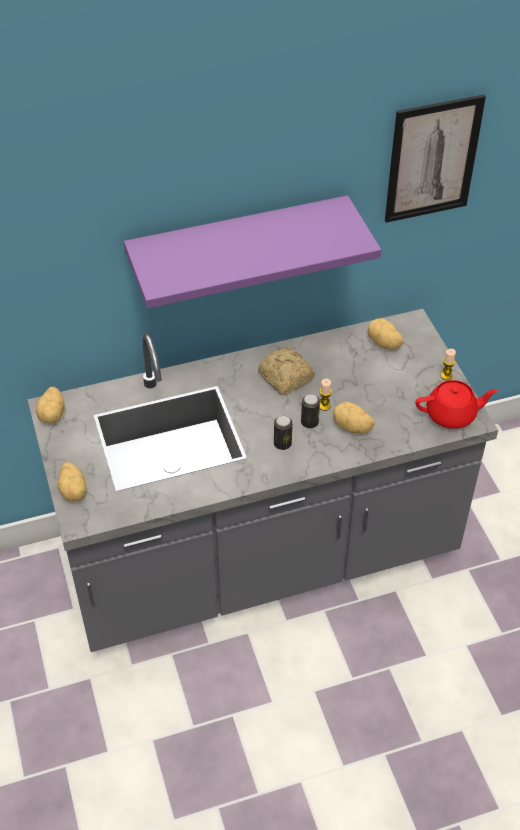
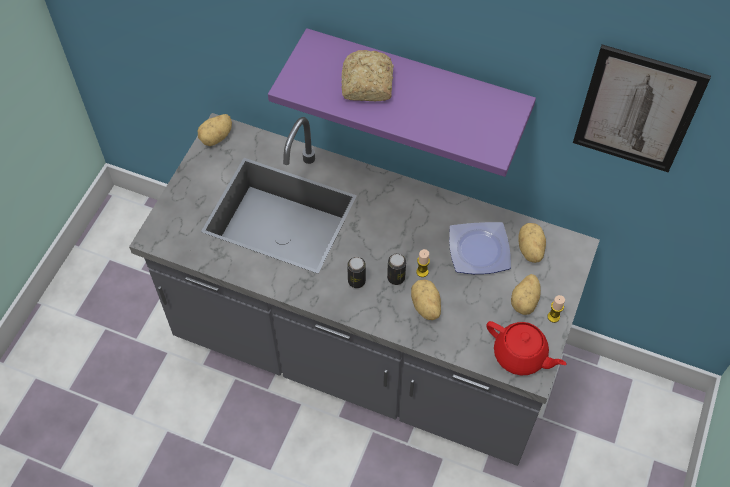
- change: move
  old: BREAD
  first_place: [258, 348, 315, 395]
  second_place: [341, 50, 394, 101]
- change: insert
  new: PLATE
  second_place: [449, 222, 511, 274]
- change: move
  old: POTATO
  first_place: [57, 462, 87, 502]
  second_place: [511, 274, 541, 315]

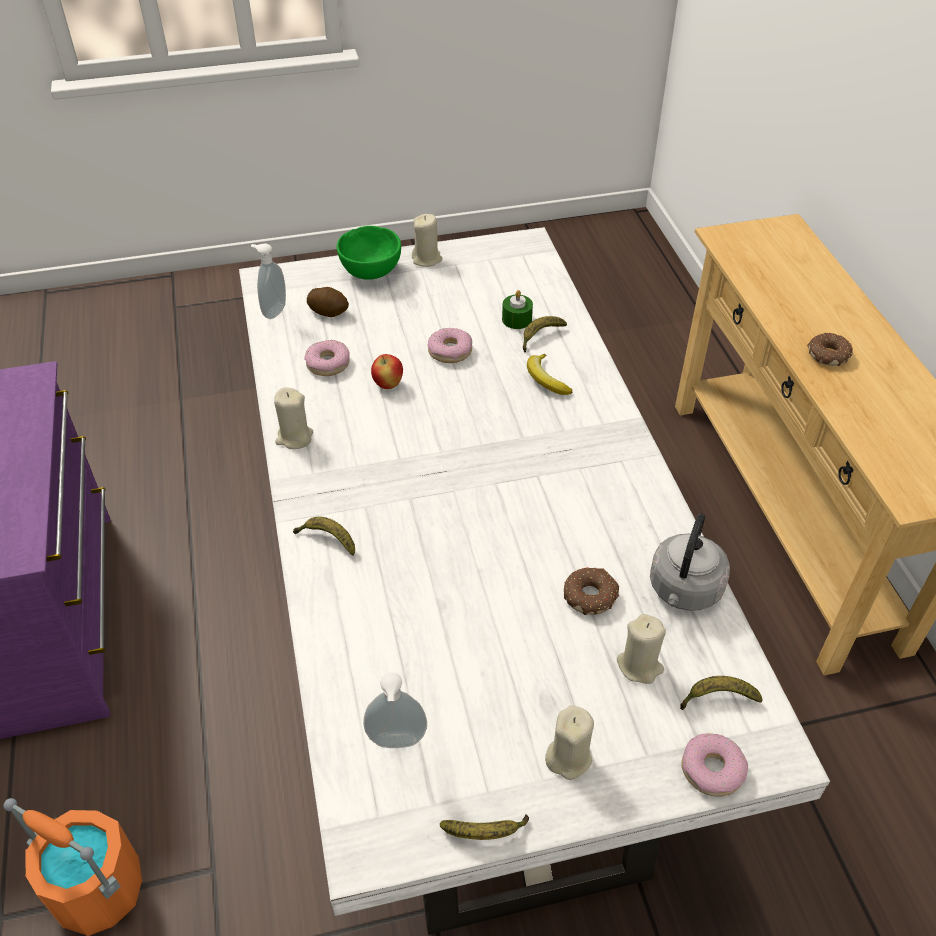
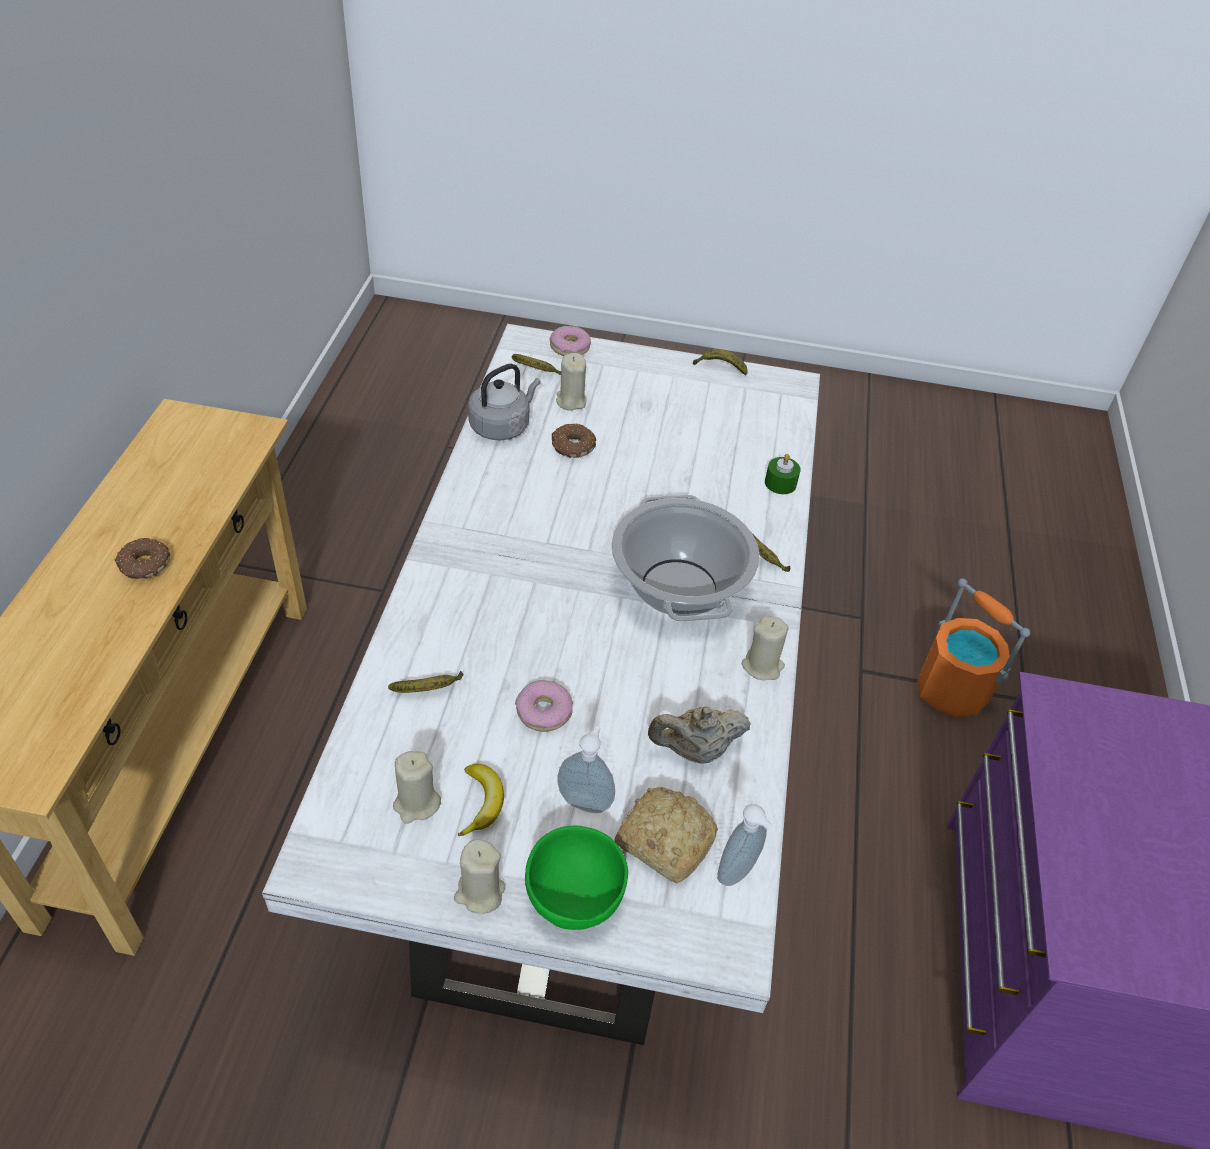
- change: move
  old: BEIGE CANDLE
  first_place: [545, 705, 594, 780]
  second_place: [393, 751, 441, 824]
- change: move
  old: BANANA
  first_place: [527, 354, 572, 395]
  second_place: [458, 764, 504, 836]
- change: move
  old: SOAP DISPENSER
  first_place: [363, 672, 427, 748]
  second_place: [557, 726, 615, 813]
- change: insert
  new: COOKING POT
  second_place: [611, 494, 760, 622]
- change: replace
  old: POTATO
  new: BREAD
  first_place: [307, 287, 349, 317]
  second_place: [615, 787, 718, 883]
- change: replace
  old: DONUT
  new: BEIGE TEAPOT
  first_place: [305, 340, 350, 376]
  second_place: [648, 706, 751, 764]
- change: move
  old: GREEN CANDLE
  first_place: [502, 290, 533, 329]
  second_place: [765, 454, 801, 494]
- change: delete
  old: APPLE
  first_place: [371, 354, 403, 389]

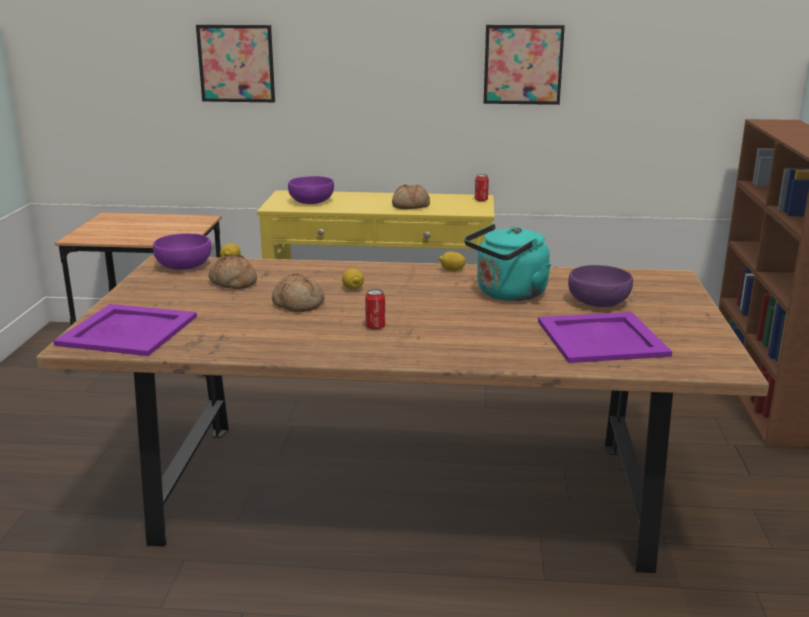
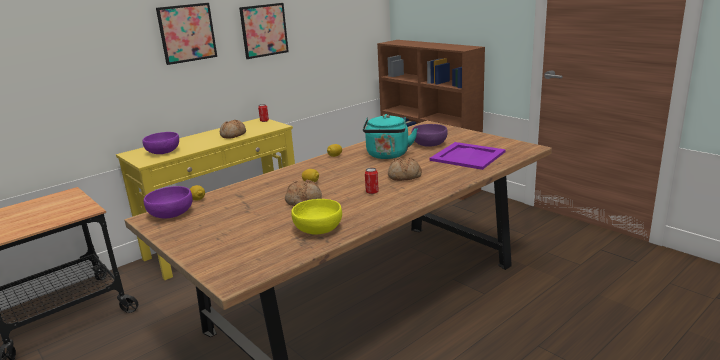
- change: move
  old: PICTURE
  first_place: [196, 25, 275, 102]
  second_place: [156, 3, 217, 65]
- change: insert
  new: YELLOW BOWL
  second_place: [291, 199, 342, 235]
- change: move
  old: BREAD
  first_place: [209, 255, 257, 289]
  second_place: [388, 157, 422, 181]
- change: delete
  old: PURPLE TRAY
  first_place: [54, 304, 197, 356]

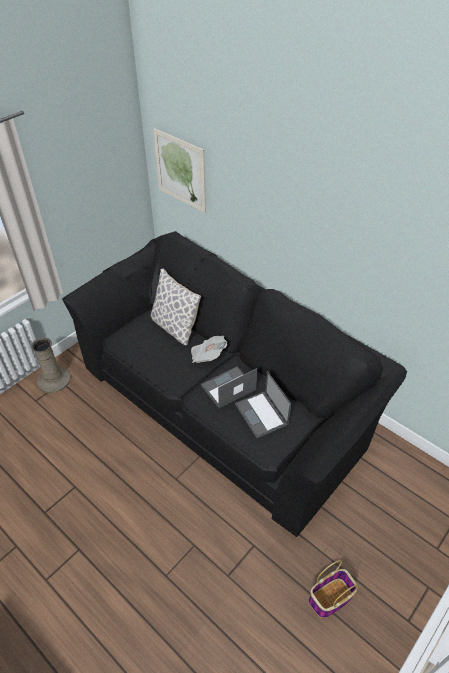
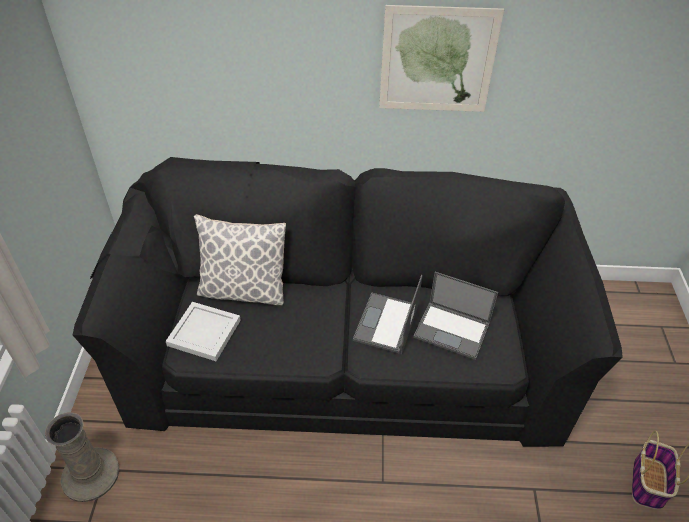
- change: insert
  new: WHITE TRAY
  second_place: [166, 302, 241, 361]
- change: move
  old: PICTURE
  first_place: [153, 128, 206, 213]
  second_place: [379, 5, 504, 112]
- change: delete
  old: NEWSPAPER
  first_place: [191, 336, 227, 363]

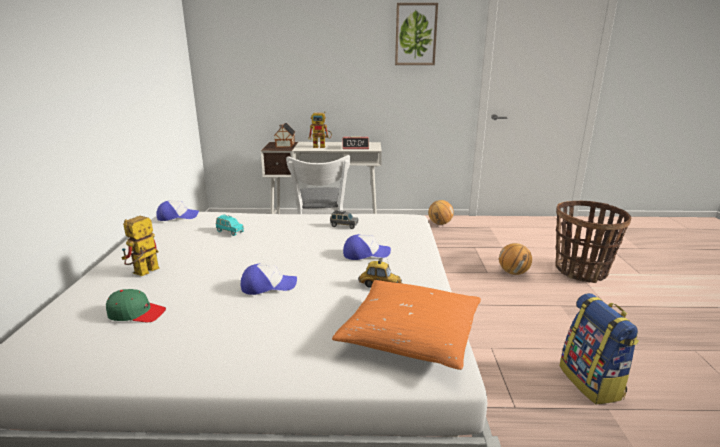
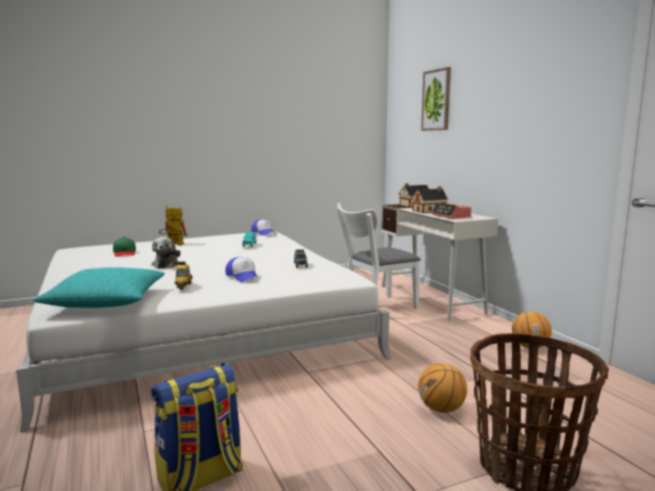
- change: recolor
  old: ORANGE PILLOW
  new: TURQUOISE PILLOW
  first_place: [332, 280, 481, 370]
  second_place: [33, 267, 165, 308]
- change: replace
  old: CAP
  new: PLUSH TOY
  first_place: [240, 263, 297, 295]
  second_place: [152, 237, 180, 268]
- change: replace
  old: TOY ROBOT
  new: TOY HOUSE
  first_place: [308, 111, 332, 148]
  second_place: [411, 187, 448, 213]
- change: move
  old: PICTURE
  first_place: [395, 3, 438, 65]
  second_place: [421, 67, 451, 131]

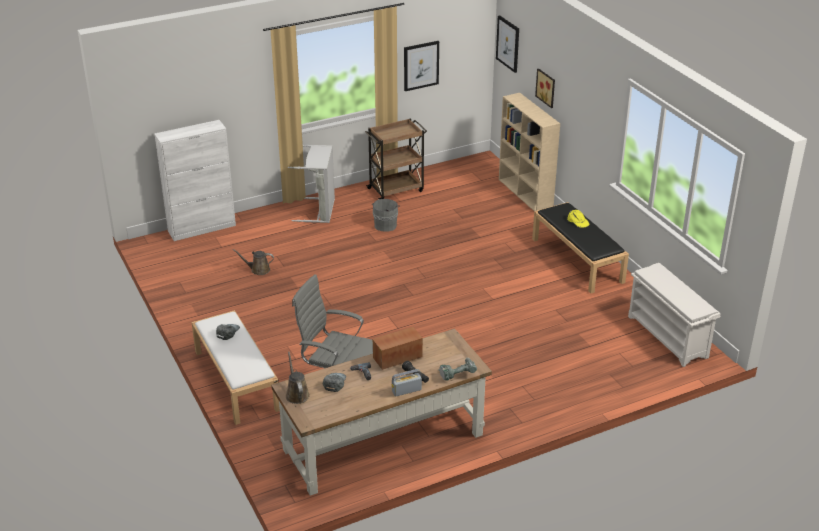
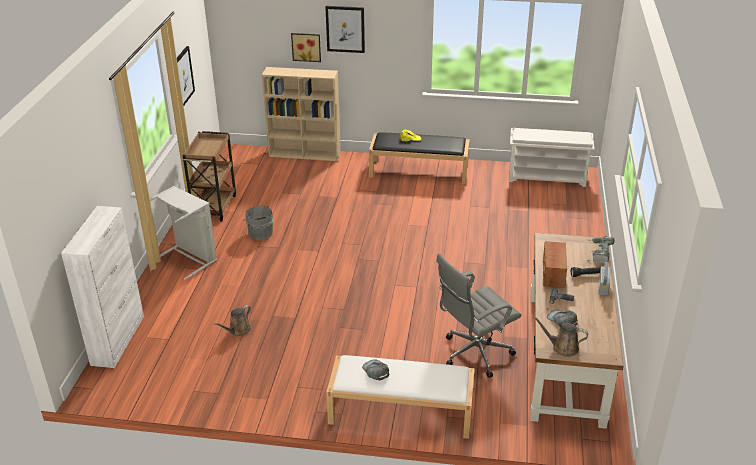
- change: move
  old: PICTURE
  first_place: [496, 15, 519, 73]
  second_place: [325, 6, 365, 53]

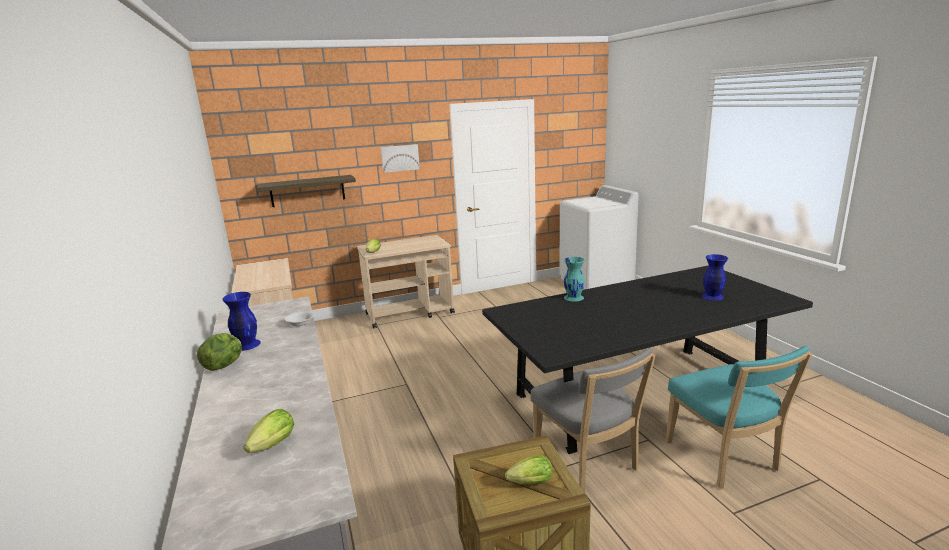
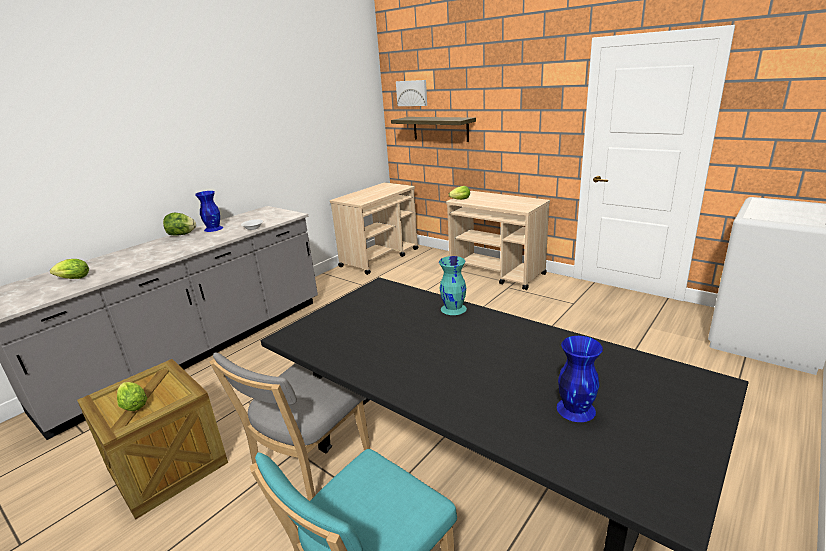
- change: move
  old: PICTURE
  first_place: [381, 144, 420, 173]
  second_place: [396, 80, 427, 106]

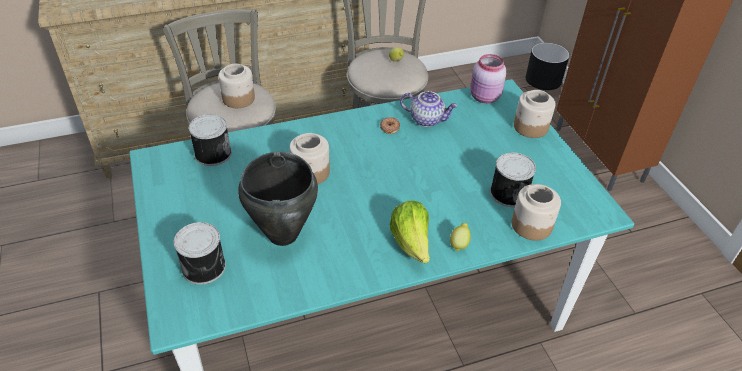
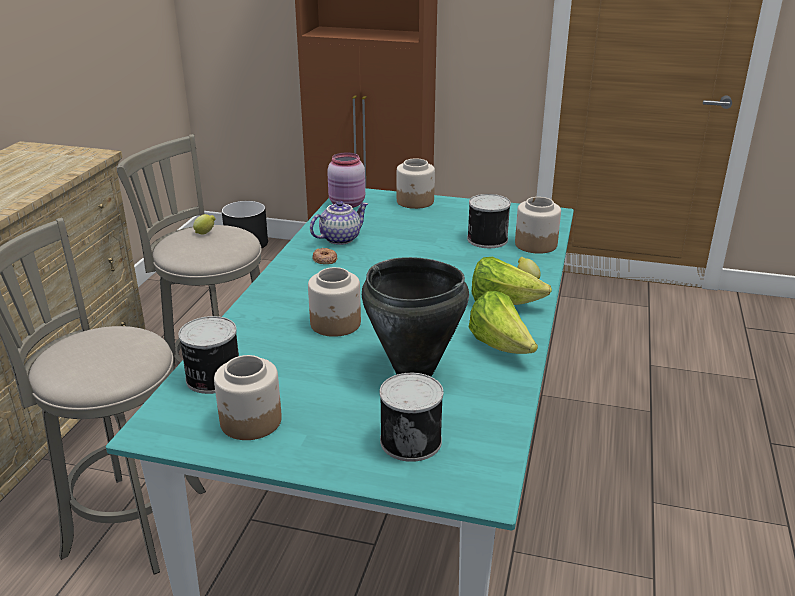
- change: move
  old: JAR
  first_place: [218, 64, 255, 108]
  second_place: [214, 355, 282, 440]
- change: insert
  new: LETTUCE
  second_place: [469, 291, 538, 354]

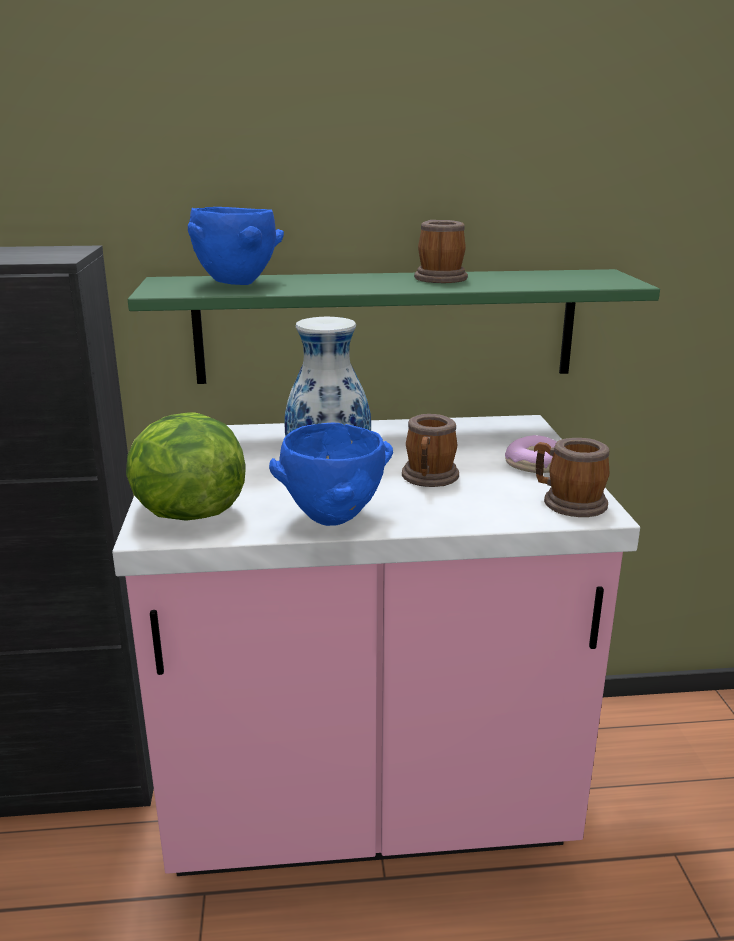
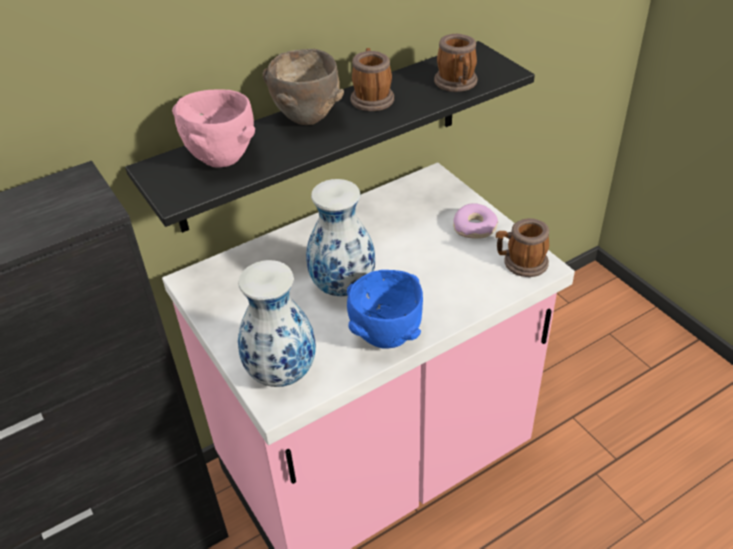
- change: recolor
  old: GREEN SHELF
  new: BLACK SHELF
  first_place: [128, 269, 660, 384]
  second_place: [125, 41, 535, 233]
- change: recolor
  old: BLUE BOWL
  new: PINK BOWL
  first_place: [188, 207, 284, 285]
  second_place: [172, 90, 255, 167]
- change: replace
  old: LETTUCE
  new: VASE
  first_place: [126, 412, 246, 521]
  second_place: [238, 260, 316, 387]
- change: insert
  new: BROWN BOWL
  second_place: [263, 49, 344, 125]
- change: move
  old: MUG
  first_place: [402, 414, 459, 487]
  second_place: [434, 34, 478, 92]

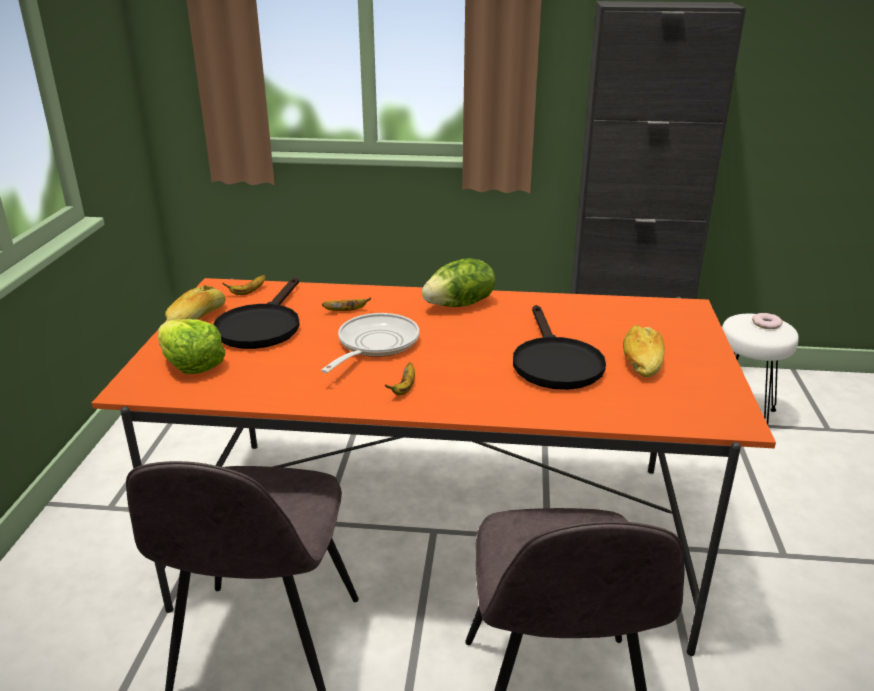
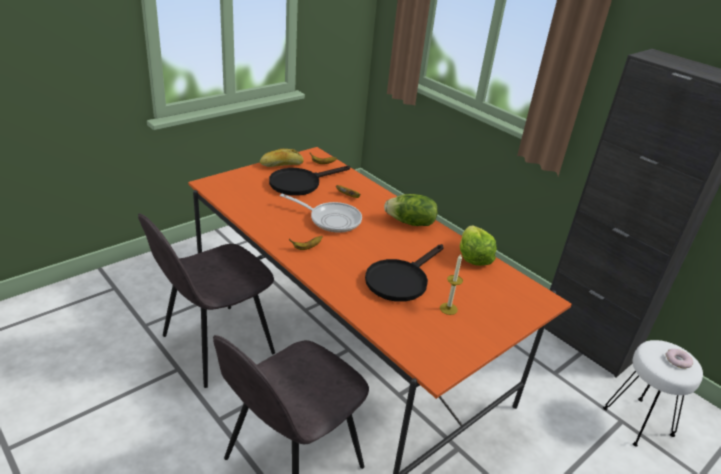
- change: rotate
  old: FRYING PAN
  first_place: [321, 313, 419, 373]
  second_place: [280, 194, 362, 233]
  degrees: 45
- change: replace
  old: BREAD
  new: CANDLE
  first_place: [623, 325, 664, 378]
  second_place: [440, 254, 463, 315]
- change: move
  old: LETTUCE
  first_place: [158, 319, 225, 374]
  second_place: [460, 225, 497, 266]

